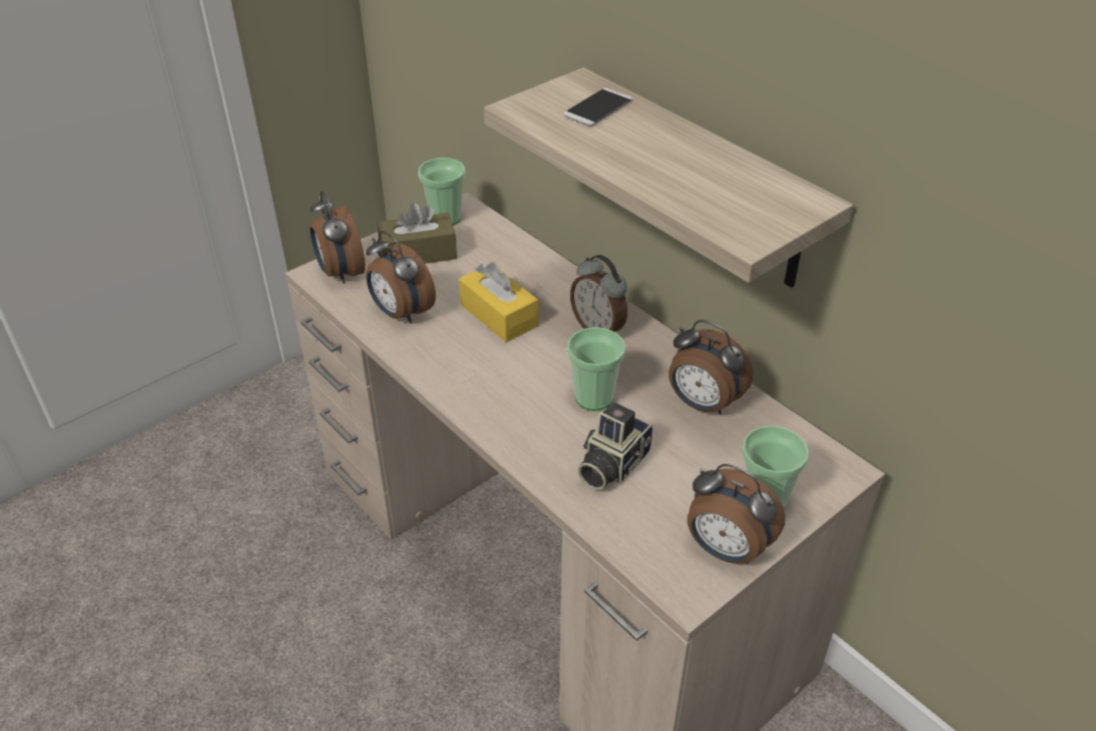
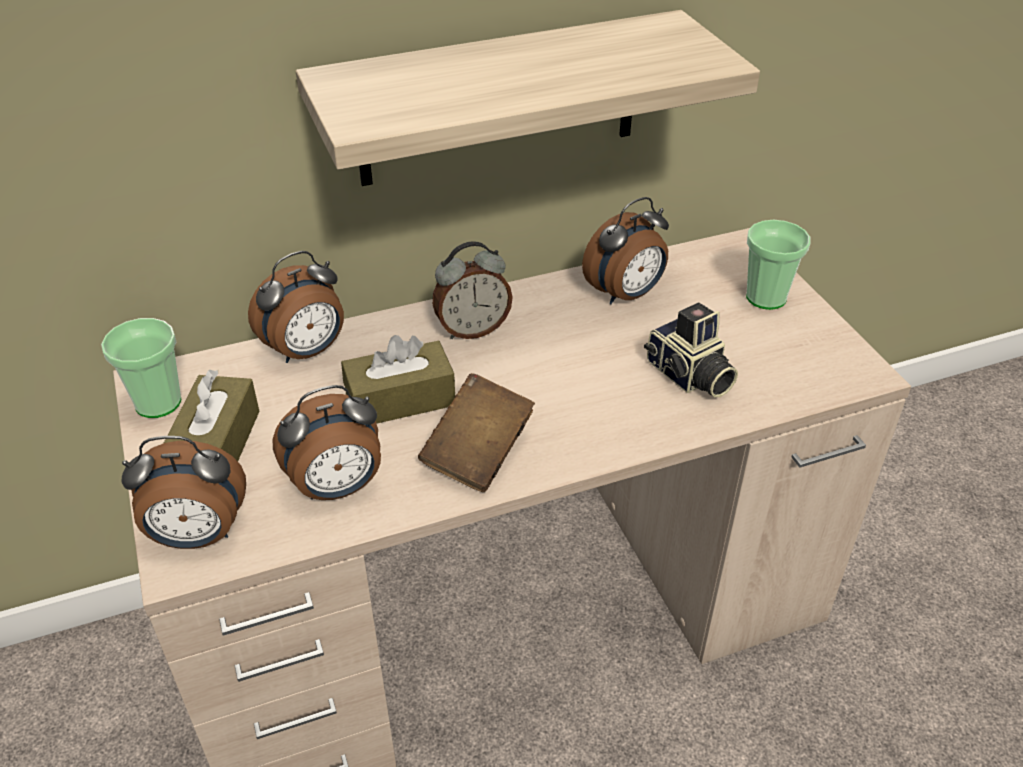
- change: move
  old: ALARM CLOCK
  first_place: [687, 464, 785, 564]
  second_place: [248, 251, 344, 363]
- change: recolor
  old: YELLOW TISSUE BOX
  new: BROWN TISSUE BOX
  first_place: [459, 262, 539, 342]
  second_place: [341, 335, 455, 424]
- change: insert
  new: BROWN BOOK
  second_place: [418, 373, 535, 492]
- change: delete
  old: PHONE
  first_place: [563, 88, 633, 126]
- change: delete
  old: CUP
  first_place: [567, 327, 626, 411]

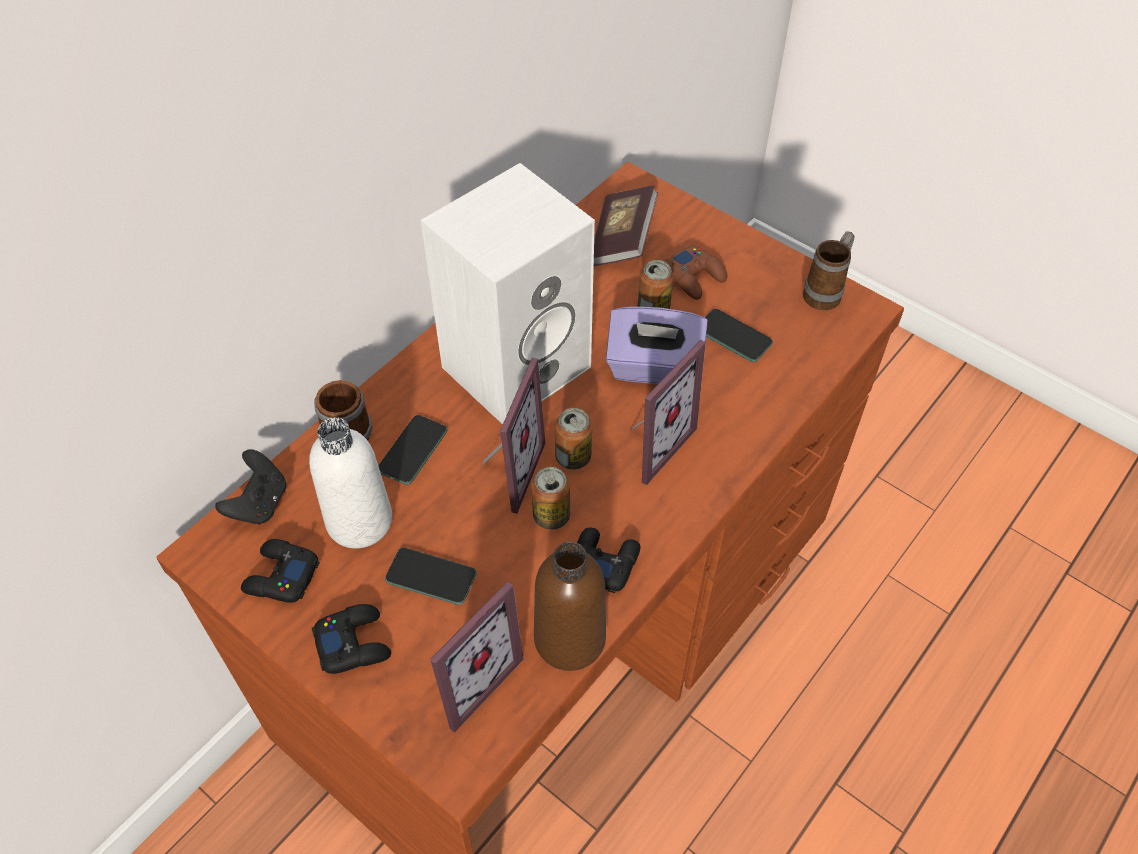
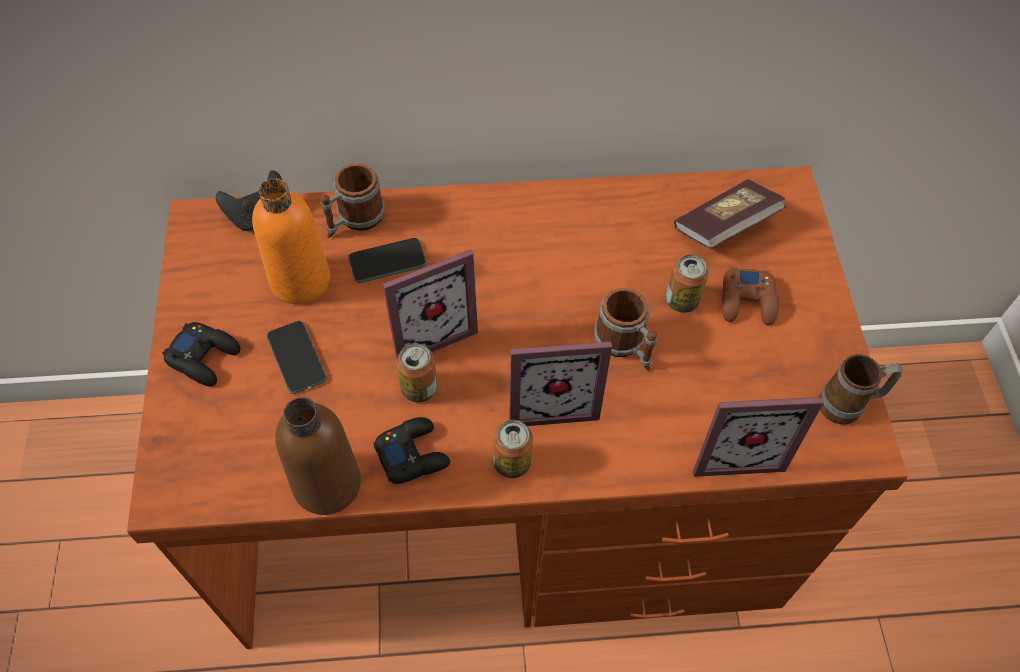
- change: recolor
  old: WHITE BOTTLE
  new: ORANGE BOTTLE
  first_place: [309, 417, 392, 549]
  second_place: [252, 178, 330, 304]
- change: move
  old: CAN
  first_place: [555, 408, 592, 470]
  second_place: [493, 420, 533, 478]
- change: replace
  old: PURPLE TISSUE BOX
  new: MUG
  first_place: [606, 307, 708, 384]
  second_place: [594, 288, 658, 371]
- change: move
  old: PICTURE FRAME
  first_place: [430, 581, 523, 732]
  second_place: [693, 397, 824, 477]
- change: delete
  old: BLACK GAME CONTROLLER
  first_place: [241, 539, 320, 603]
- change: delete
  old: WHITE SPEAKER
  first_place: [421, 163, 595, 425]
- change: delete
  old: PHONE
  first_place: [705, 309, 773, 362]

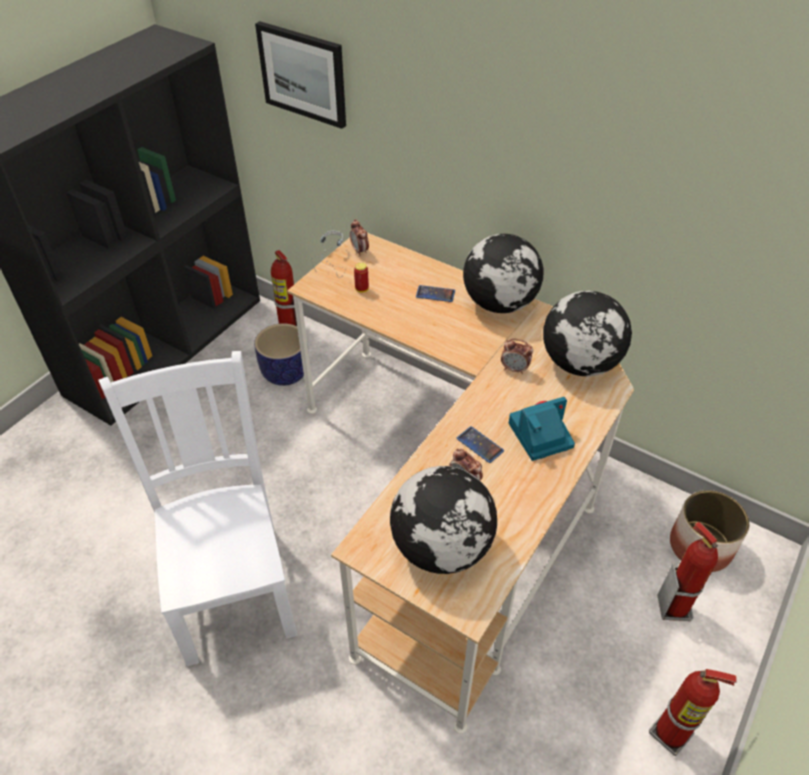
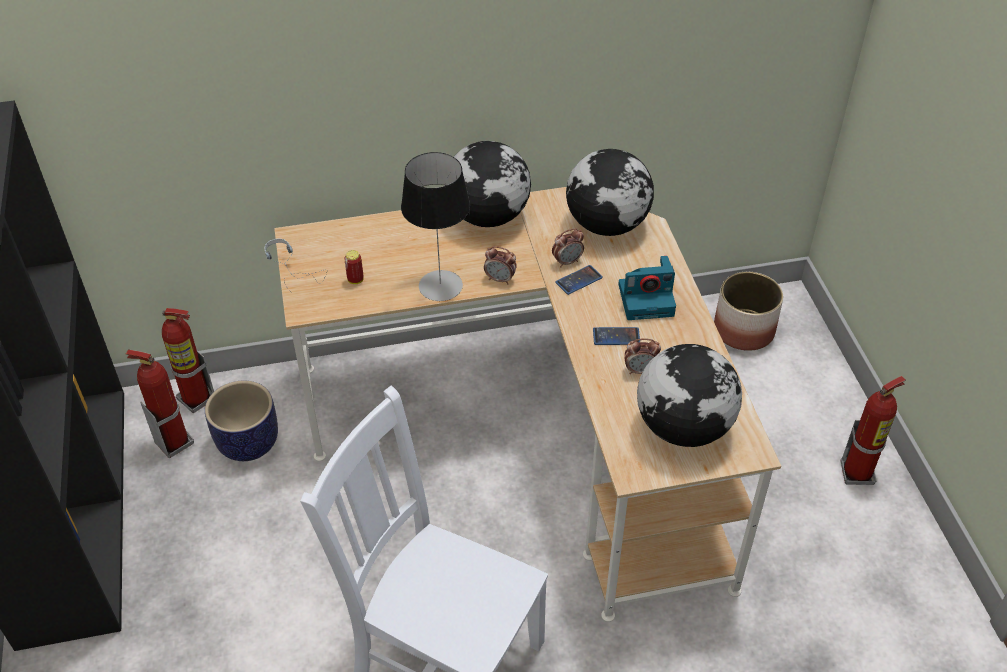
- change: move
  old: FIRE EXTINGUISHER
  first_place: [657, 522, 718, 621]
  second_place: [126, 349, 194, 458]
- change: insert
  new: TABLE LAMP
  second_place: [401, 152, 470, 301]
- change: move
  old: ALARM CLOCK
  first_place: [350, 219, 369, 256]
  second_place: [484, 246, 517, 284]
- change: move
  old: PHONE
  first_place: [416, 285, 455, 302]
  second_place: [555, 265, 603, 295]
- change: rotate
  old: PHOTO CAMERA
  first_place: [509, 397, 575, 461]
  second_place: [618, 256, 676, 320]
  degrees: -120
- change: delete
  old: PICTURE
  first_place: [255, 21, 346, 129]

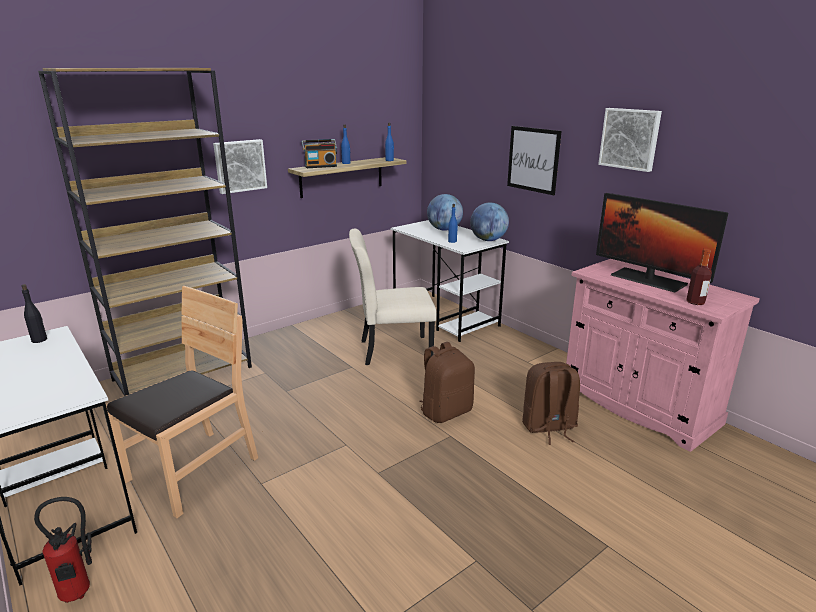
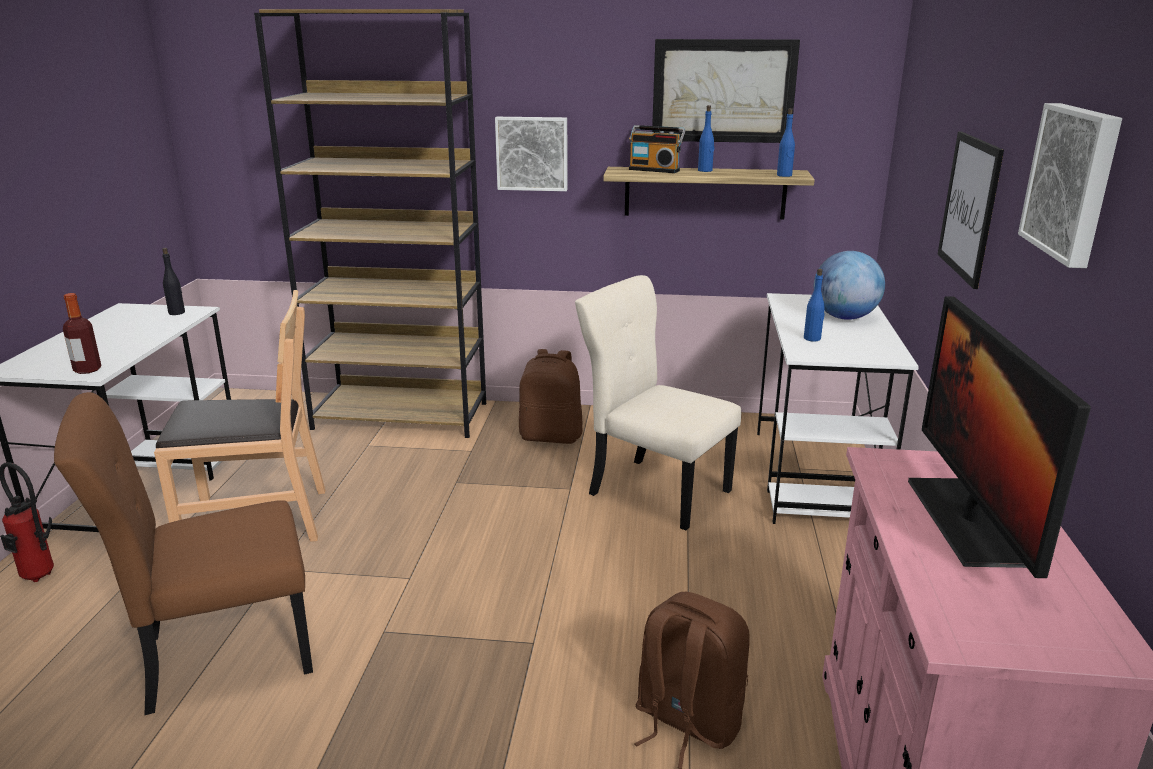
- change: insert
  new: BROWN CHAIR
  second_place: [54, 392, 313, 715]
- change: move
  old: BOTTLE
  first_place: [686, 249, 712, 305]
  second_place: [63, 293, 102, 374]
- change: move
  old: BROWN BACKPACK
  first_place: [419, 342, 475, 423]
  second_place: [519, 349, 583, 444]
- change: insert
  new: PICTURE
  second_place: [652, 39, 800, 143]
- change: delete
  old: GLOBE
  first_place: [470, 203, 509, 241]

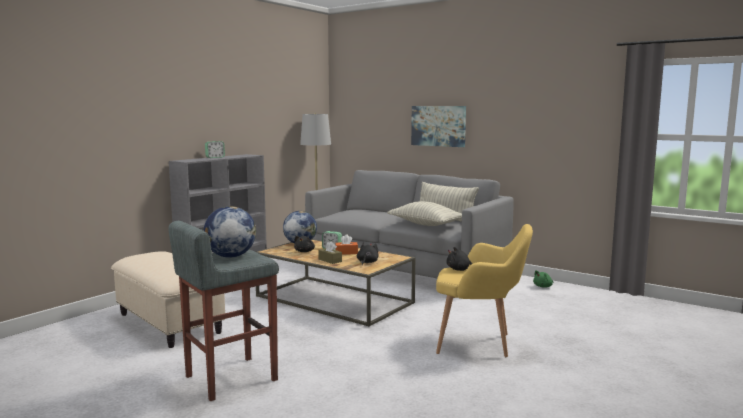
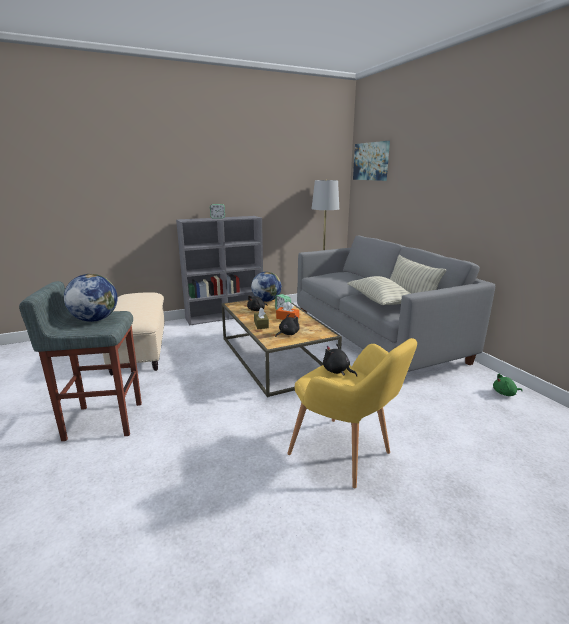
- change: move
  old: PICTURE
  first_place: [411, 106, 466, 147]
  second_place: [353, 141, 390, 181]

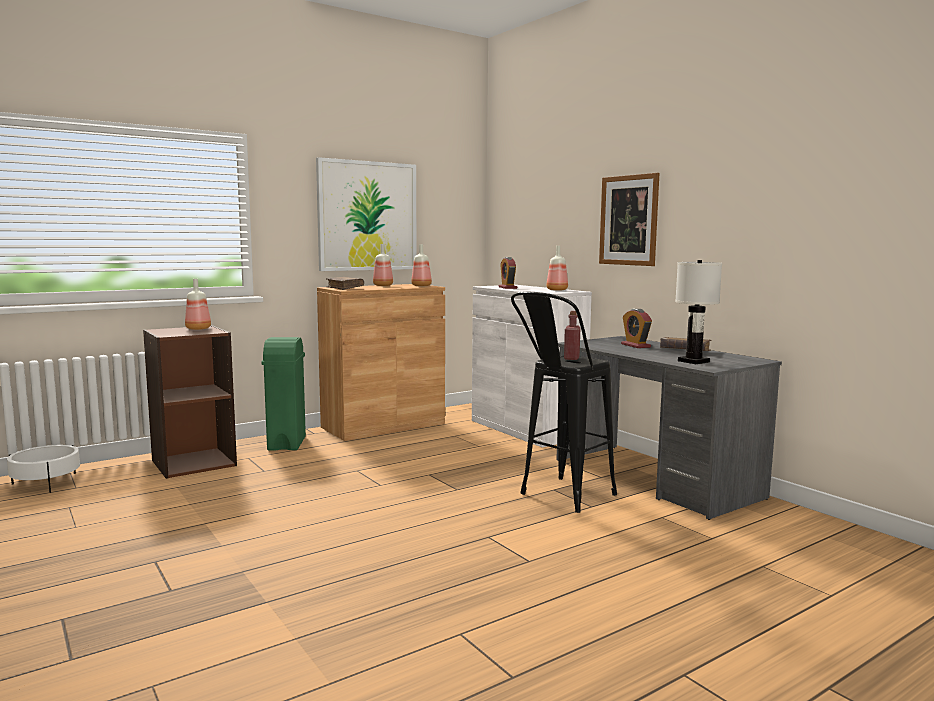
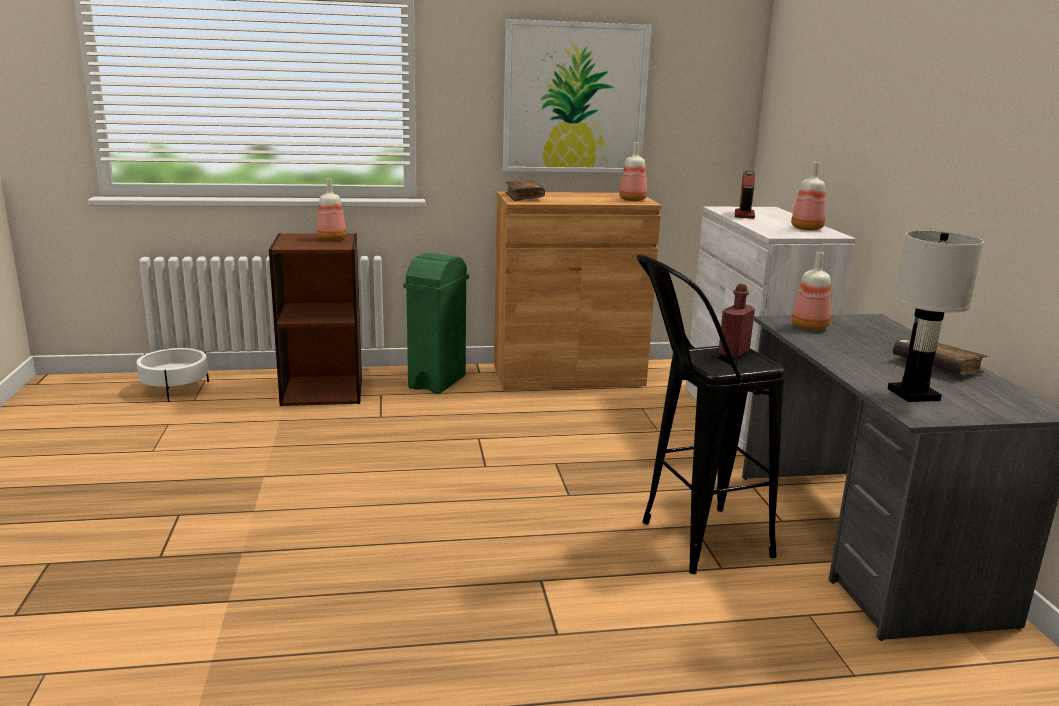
- change: move
  old: BOTTLE
  first_place: [373, 244, 393, 286]
  second_place: [792, 252, 831, 330]
- change: delete
  old: PICTURE
  first_place: [599, 173, 659, 266]
- change: delete
  old: ALARM CLOCK
  first_place: [621, 309, 652, 348]

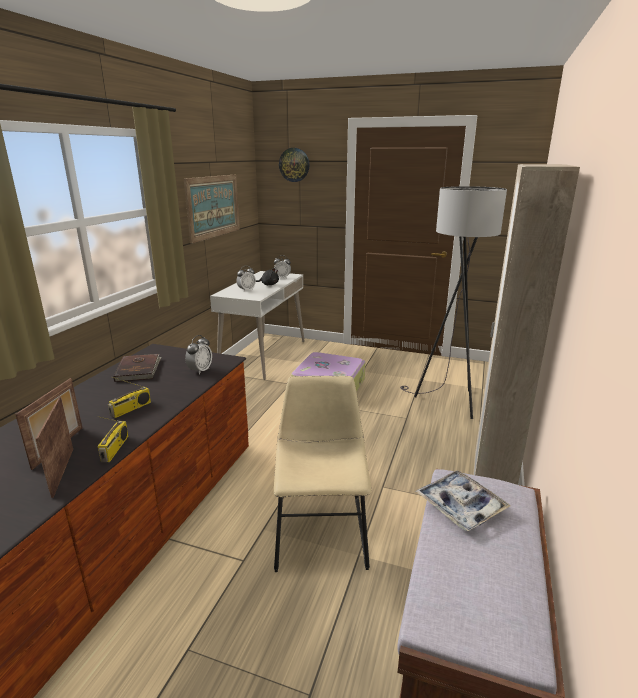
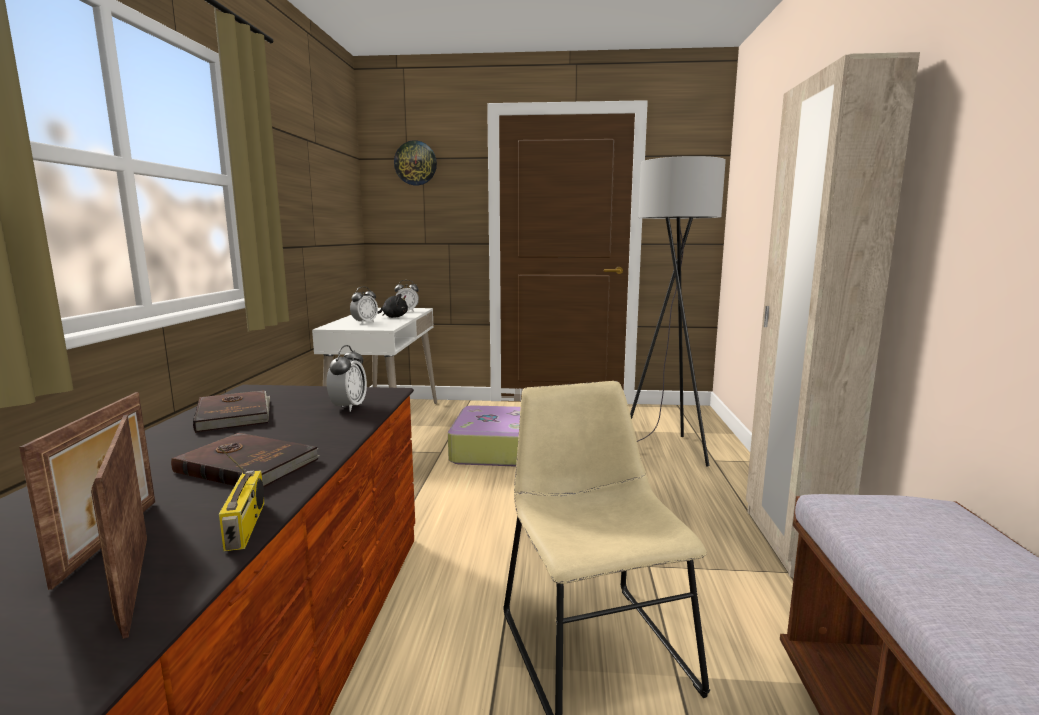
- change: replace
  old: RADIO
  new: BROWN BOOK
  first_place: [108, 377, 151, 418]
  second_place: [171, 433, 320, 487]
- change: delete
  old: PICTURE
  first_place: [184, 175, 240, 244]
- change: delete
  old: TRAY
  first_place: [416, 470, 511, 531]

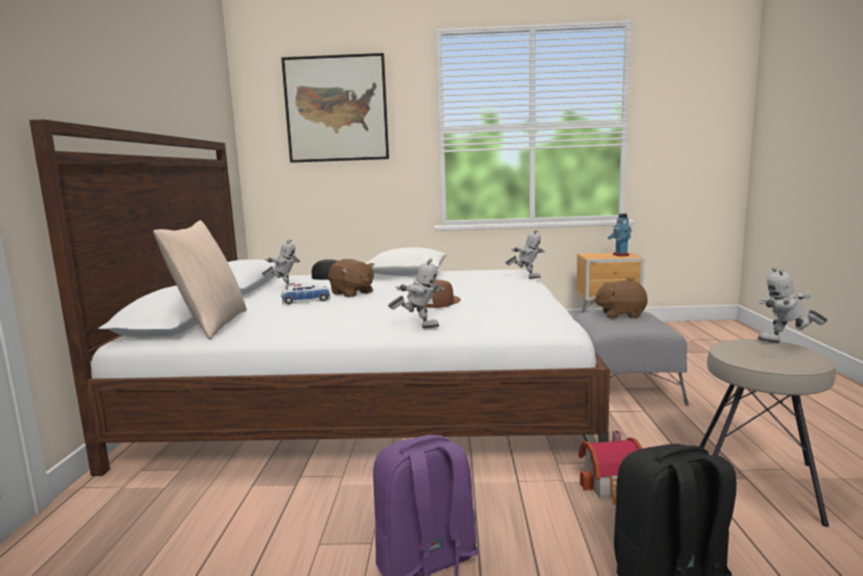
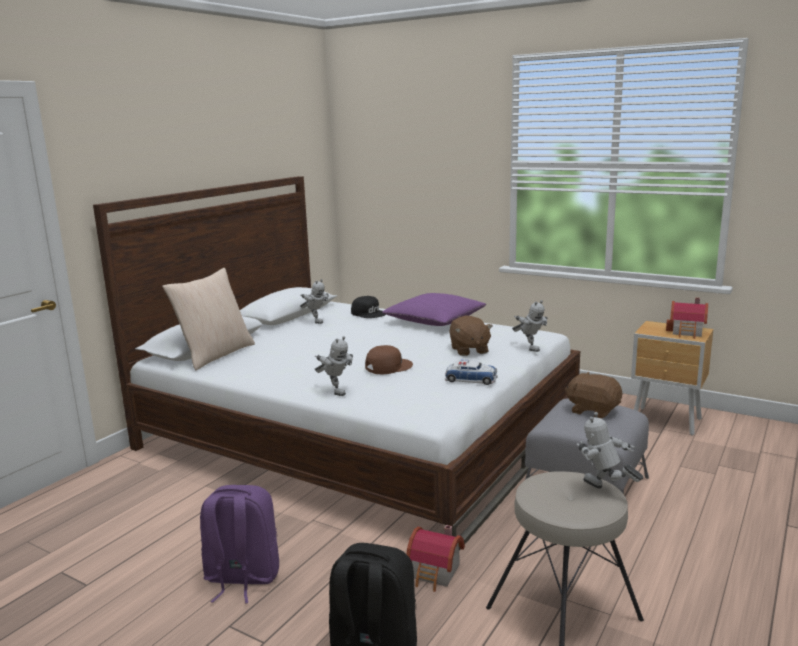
- change: recolor
  old: WHITE PILLOW
  new: PURPLE PILLOW
  first_place: [366, 247, 446, 276]
  second_place: [382, 293, 486, 326]
- change: move
  old: TOY CAR
  first_place: [281, 283, 331, 304]
  second_place: [445, 359, 497, 385]
- change: move
  old: BROWN PLUSH TOY
  first_place: [328, 259, 375, 297]
  second_place: [449, 315, 493, 356]
- change: replace
  old: TOY ROBOT
  new: TOY HOUSE
  first_place: [608, 214, 632, 256]
  second_place: [666, 298, 708, 339]
- change: delete
  old: PICTURE
  first_place: [281, 53, 389, 163]

